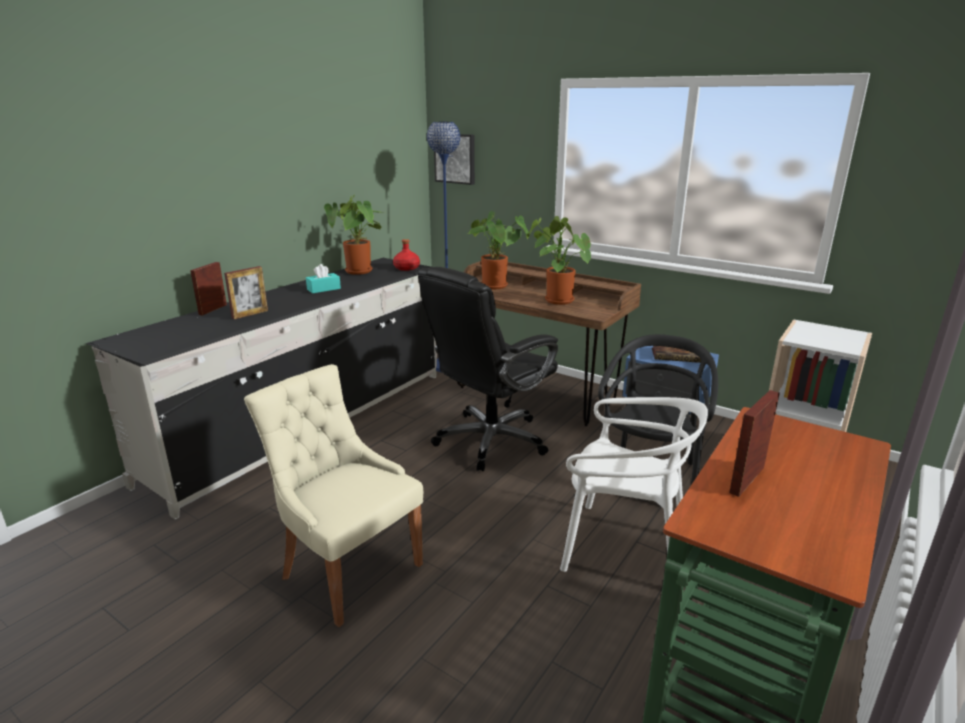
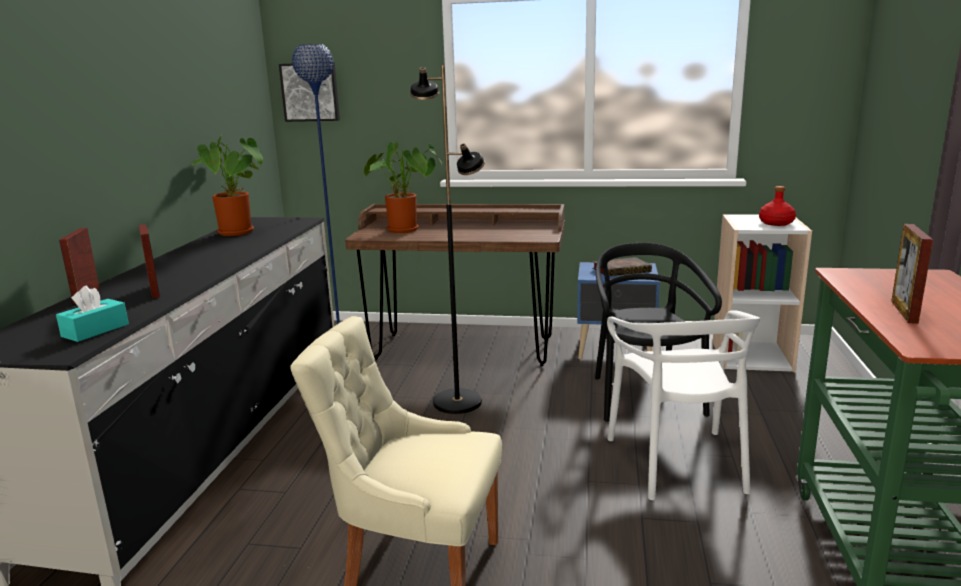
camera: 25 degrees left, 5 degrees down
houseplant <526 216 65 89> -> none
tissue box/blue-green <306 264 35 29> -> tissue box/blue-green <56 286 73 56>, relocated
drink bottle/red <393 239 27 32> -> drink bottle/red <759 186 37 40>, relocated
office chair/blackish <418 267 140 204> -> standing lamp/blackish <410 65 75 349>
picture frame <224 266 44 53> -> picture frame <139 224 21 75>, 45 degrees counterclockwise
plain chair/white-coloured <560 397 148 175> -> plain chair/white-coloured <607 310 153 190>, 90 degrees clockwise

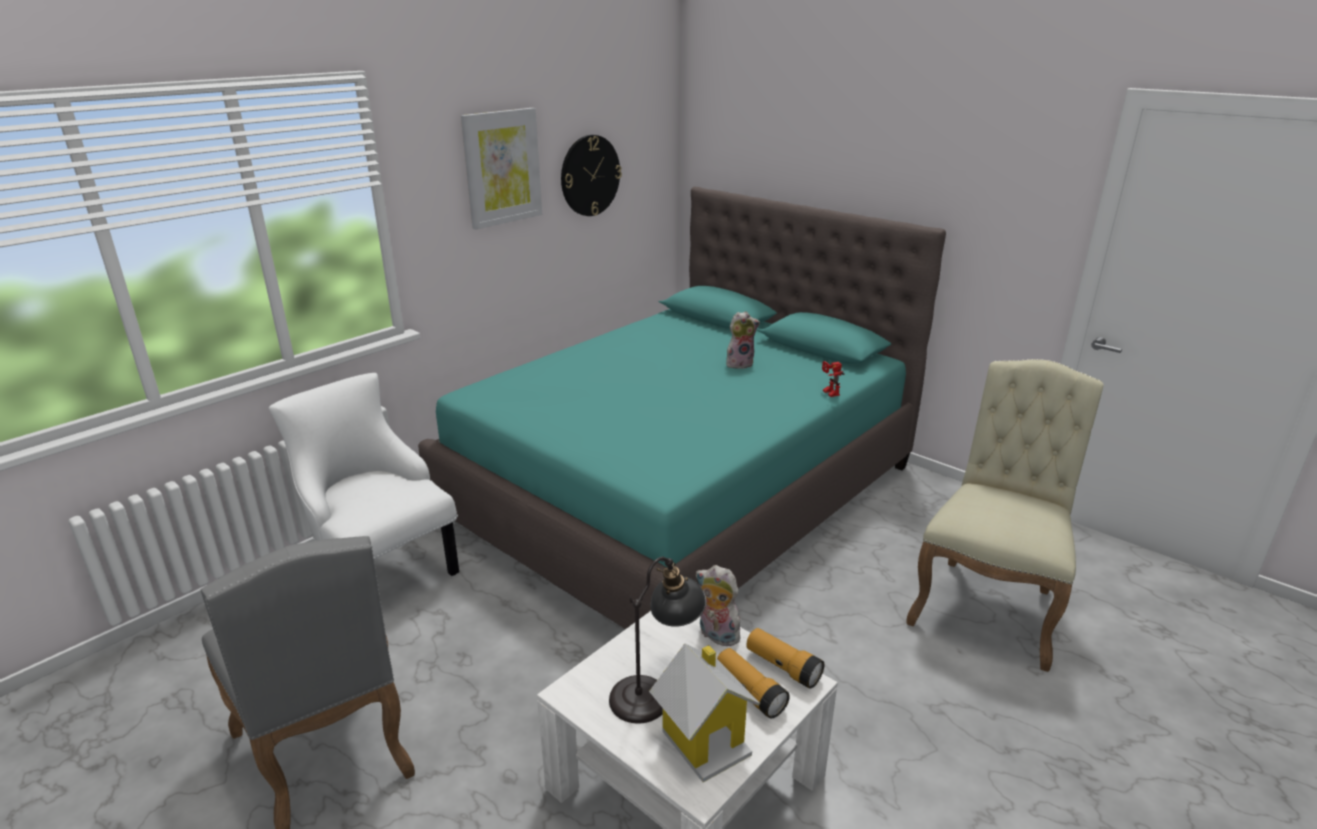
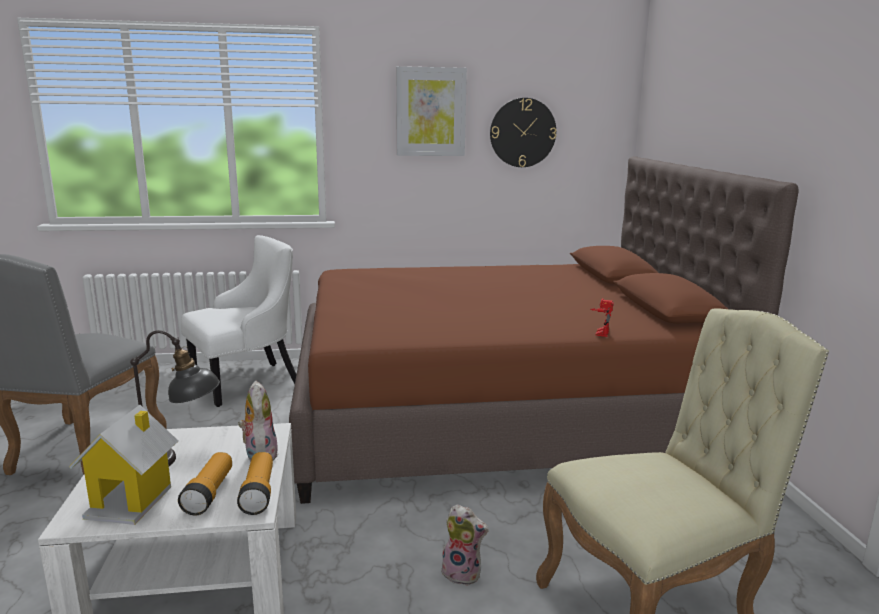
camera: 40 degrees right, 10 degrees down
cuddly toy <726 312 34 57> -> cuddly toy <440 504 49 82>, relocated
sleeping bed/blue-green <418 187 528 442> -> sleeping bed/brownish <289 156 509 348>
plain chair/white-coloured <269 373 190 203> -> plain chair/white-coloured <181 235 115 172>, 60 degrees clockwise

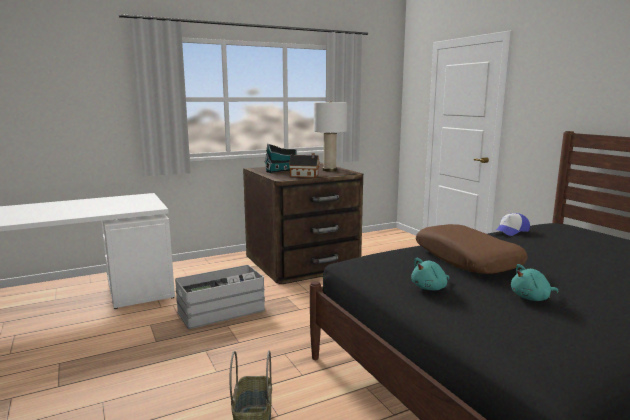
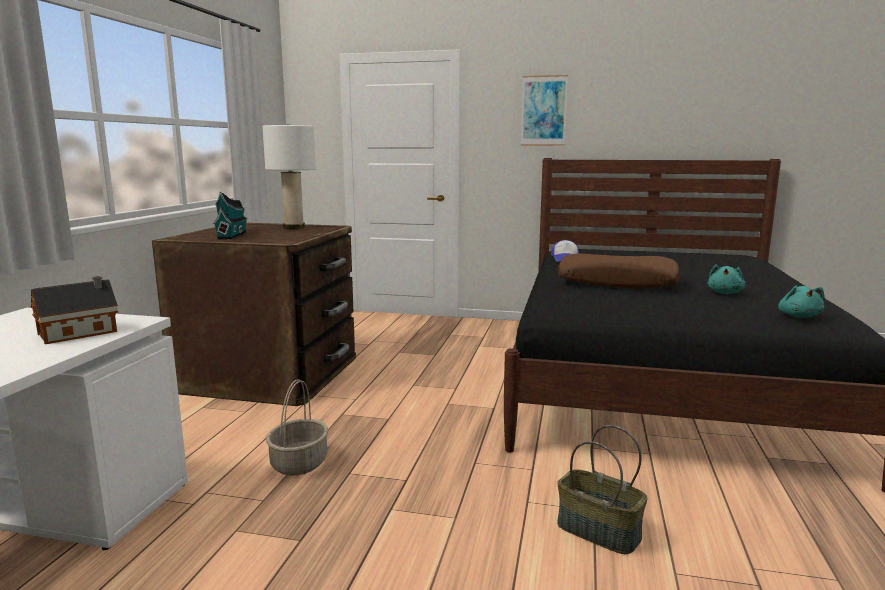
camera: 50 degrees left, 0 degrees up
none -> picture <521 75 47 71>
toy house <289 153 31 25> -> toy house <31 276 87 68>, relocated
cuddly toy/blue-green <411 258 38 32> -> cuddly toy/blue-green <778 286 47 32>, relocated
storage container/greyish <175 265 90 64> -> storage basket <266 379 62 97>

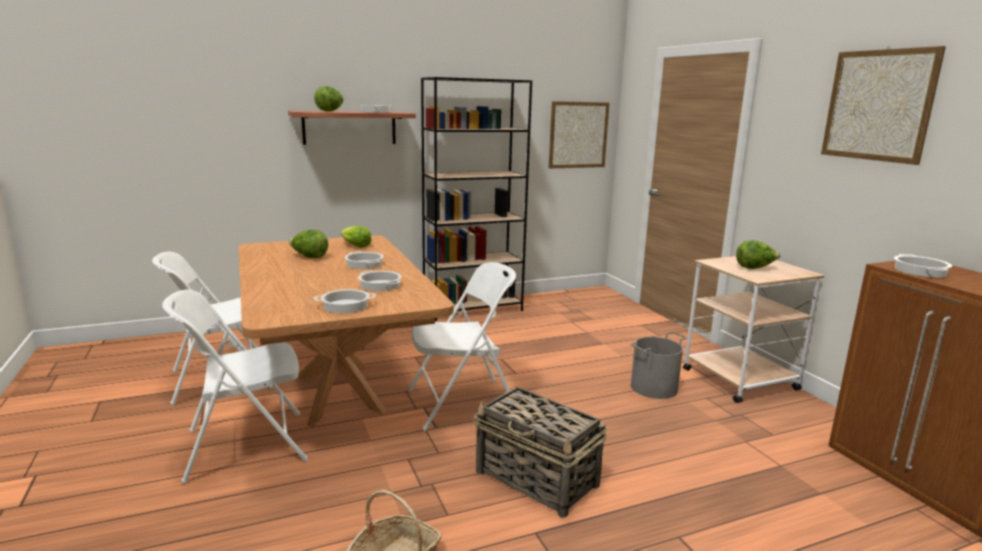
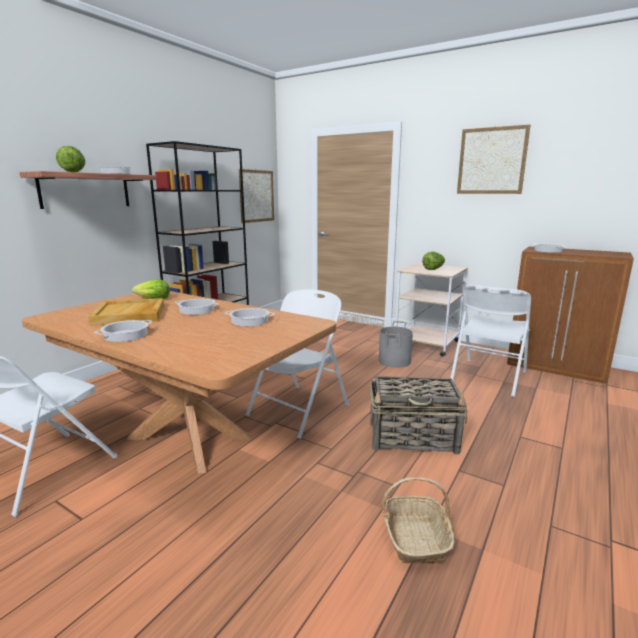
camera: 35 degrees left, 0 degrees up
plain chair/white-coloured <162 290 146 194> -> plain chair/white-coloured <450 285 81 112>, relocated
stockpot <313 289 63 24> -> stockpot <94 320 58 22>, relocated
head of lettuce <289 230 39 28> -> tray/beige <88 298 76 28>

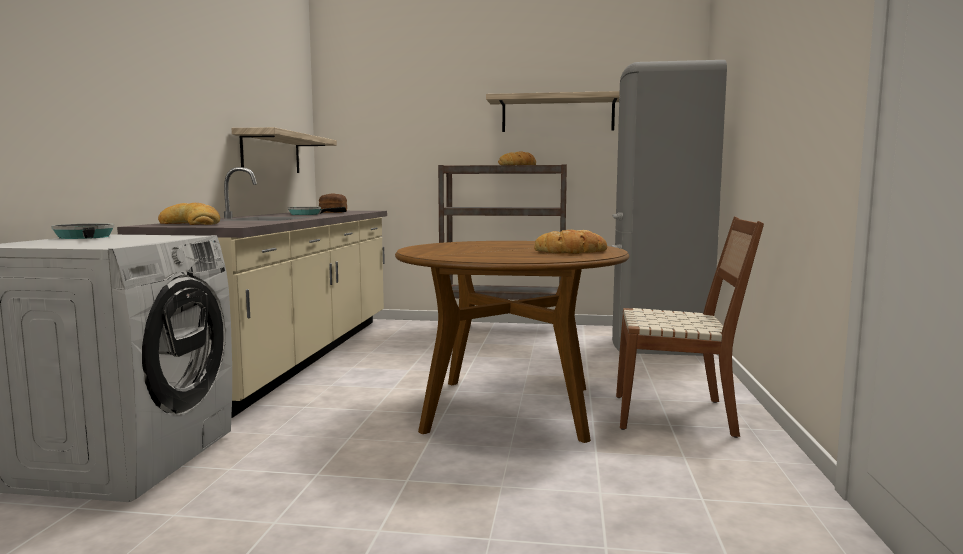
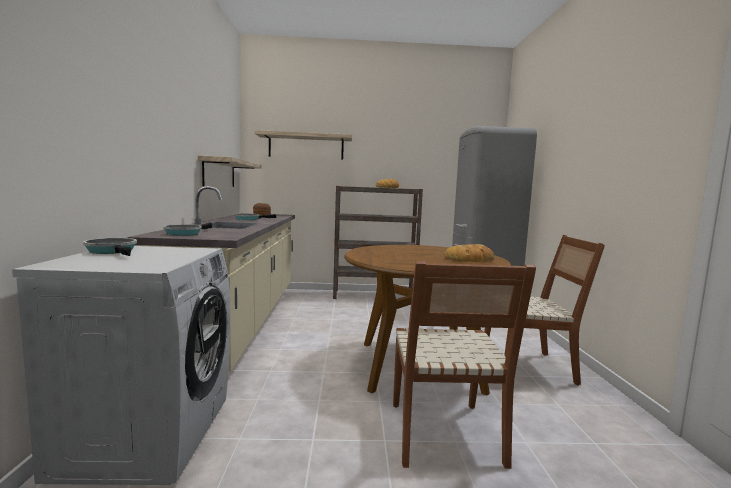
camera: 10 degrees left, 0 degrees up
none -> plain chair <393 261 143 208>
bracket shelf <486 91 134 41> -> bracket shelf <254 130 98 30>, relocated
bread <158 203 62 22> -> frying pan <163 223 49 13>

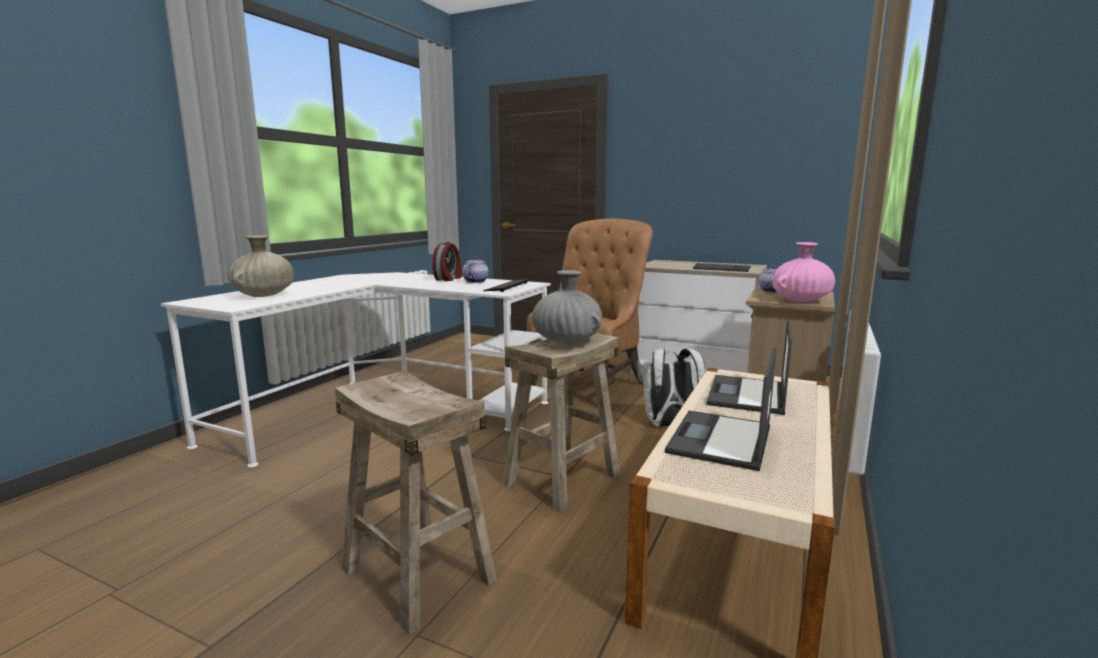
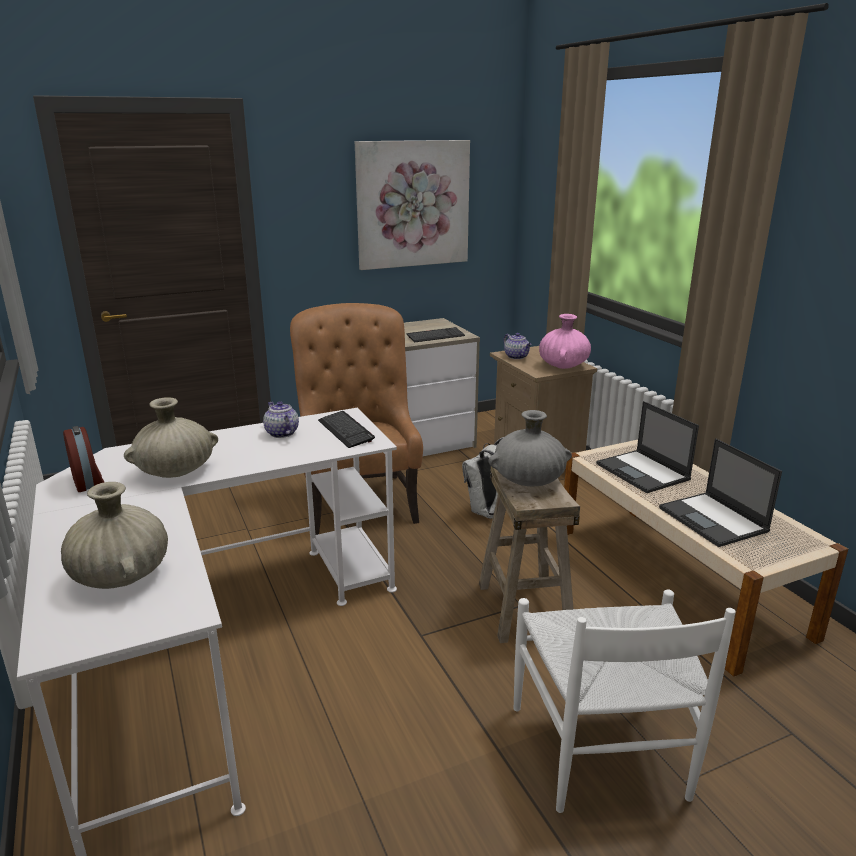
camera: 50 degrees left, 10 degrees up
none -> vase/beige <124 397 94 81>
none -> picture <355 140 115 130>
bedside clock <432 242 30 39> -> bedside clock <63 426 41 66>, relocated
stool/beige <335 371 162 264> -> plain chair/white-coloured <514 589 221 224>

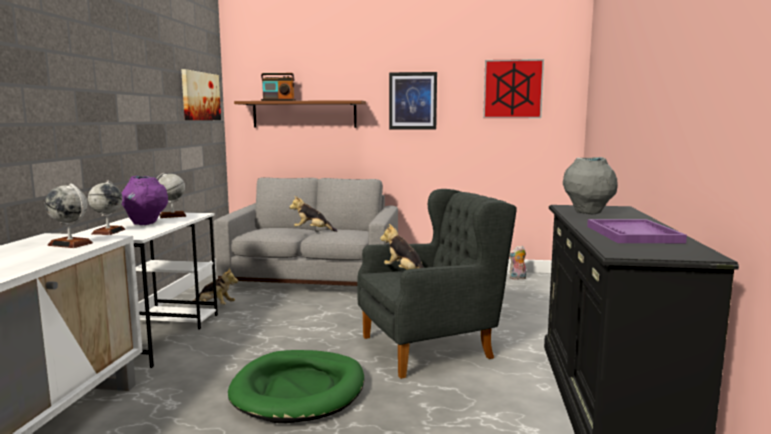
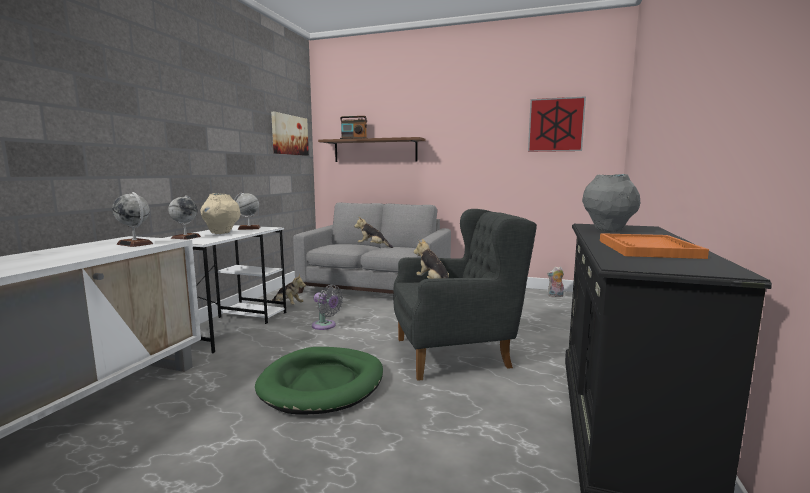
camera: 10 degrees right, 0 degrees up
picture <389 72 48 58> -> none
none -> cooling fan/greyish <312 284 31 46>
vase/purplish <122 176 46 49> -> vase/beige <200 193 40 41>
tray/purplish <587 219 100 24> -> tray/orangey <600 233 109 26>

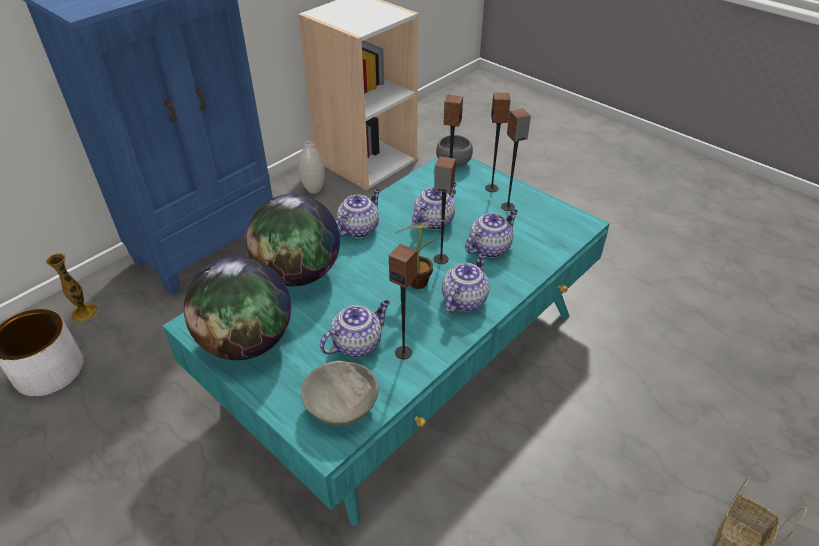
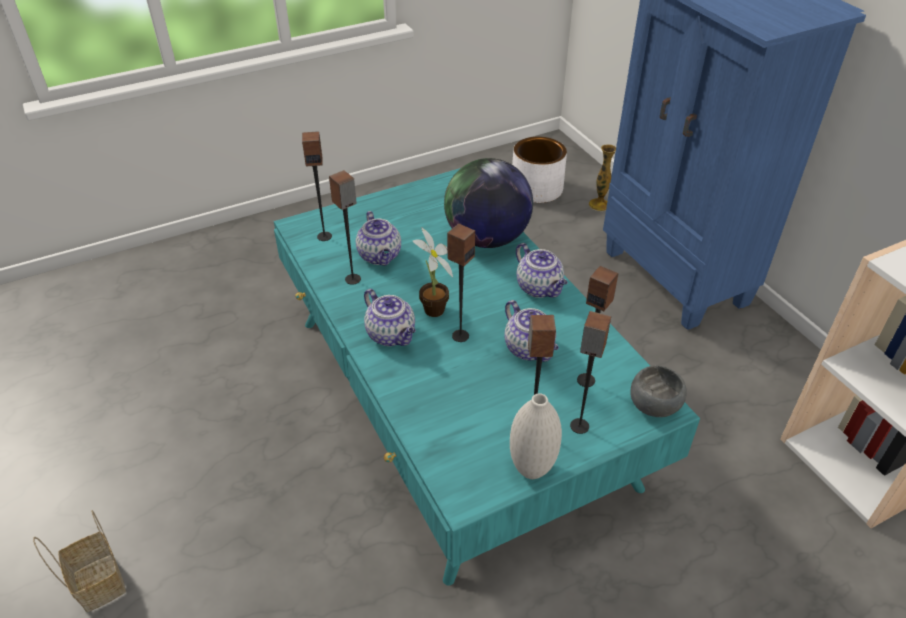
camera: 110 degrees right, 0 degrees up
world globe <184 256 107 104> -> none
teapot <465 209 53 49> -> none
vase/white-coloured <298 141 27 53> -> vase/white-coloured <510 393 52 86>, relocated
serving bowl/greyish <301 361 78 65> -> loudspeaker <302 131 30 110>

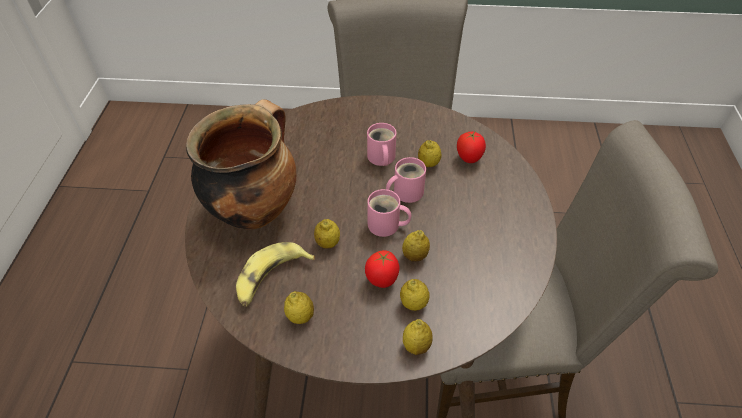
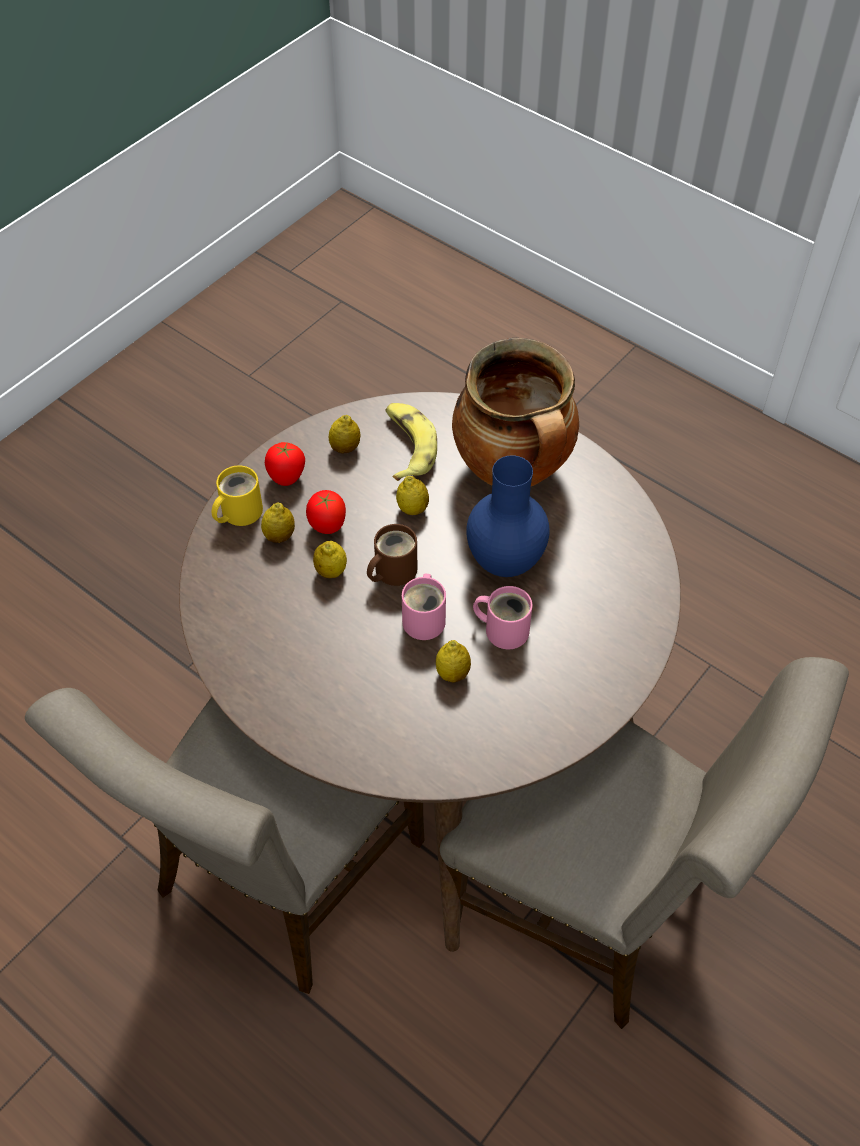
camera: 125 degrees right, 5 degrees up
none -> vase/blue-coloured <466 455 84 122>
fresh tomato <457 132 29 31> -> fresh tomato <265 442 40 44>, relocated
whole lemon <403 319 30 36> -> tea mug/yellow <212 465 51 61>
tea mug/pink <367 189 44 48> -> tea mug/brownish <367 524 50 62>

